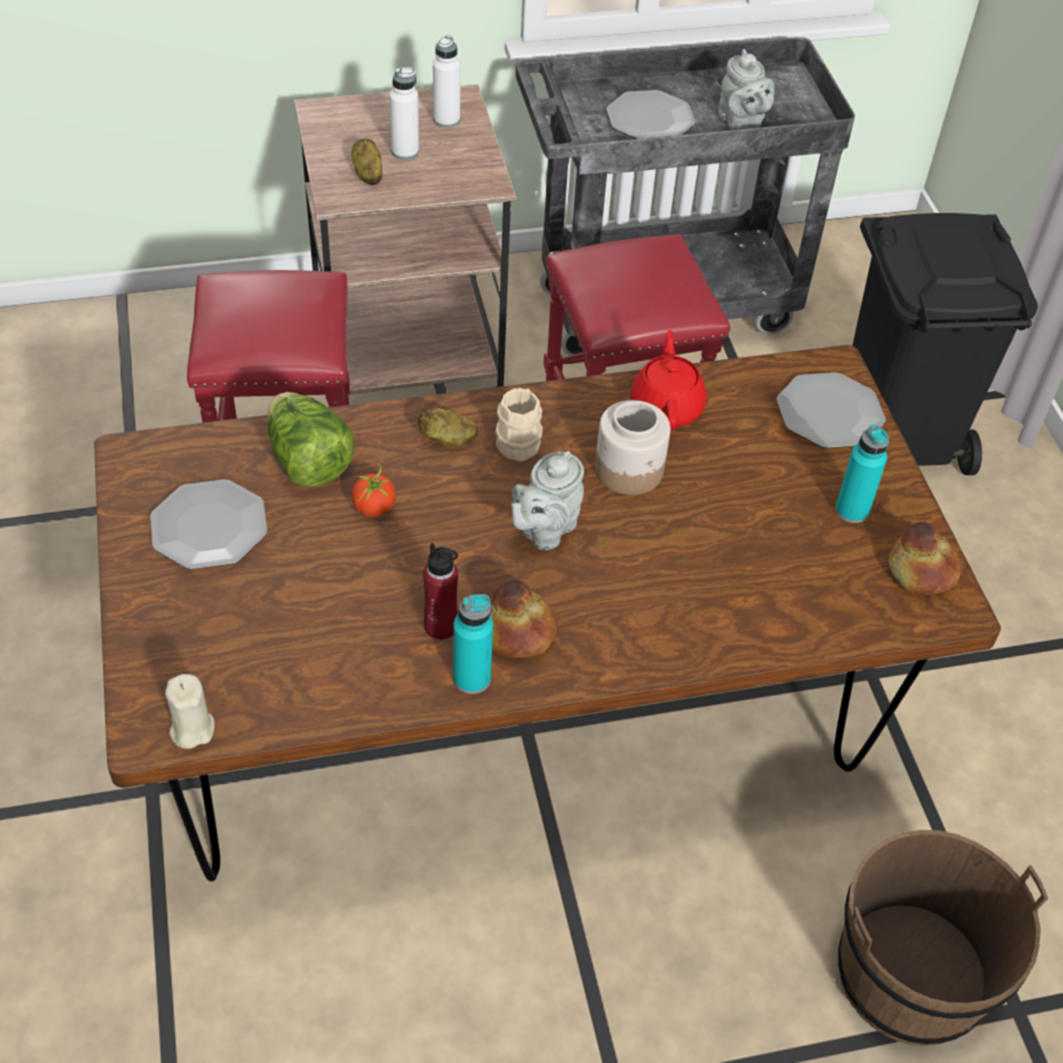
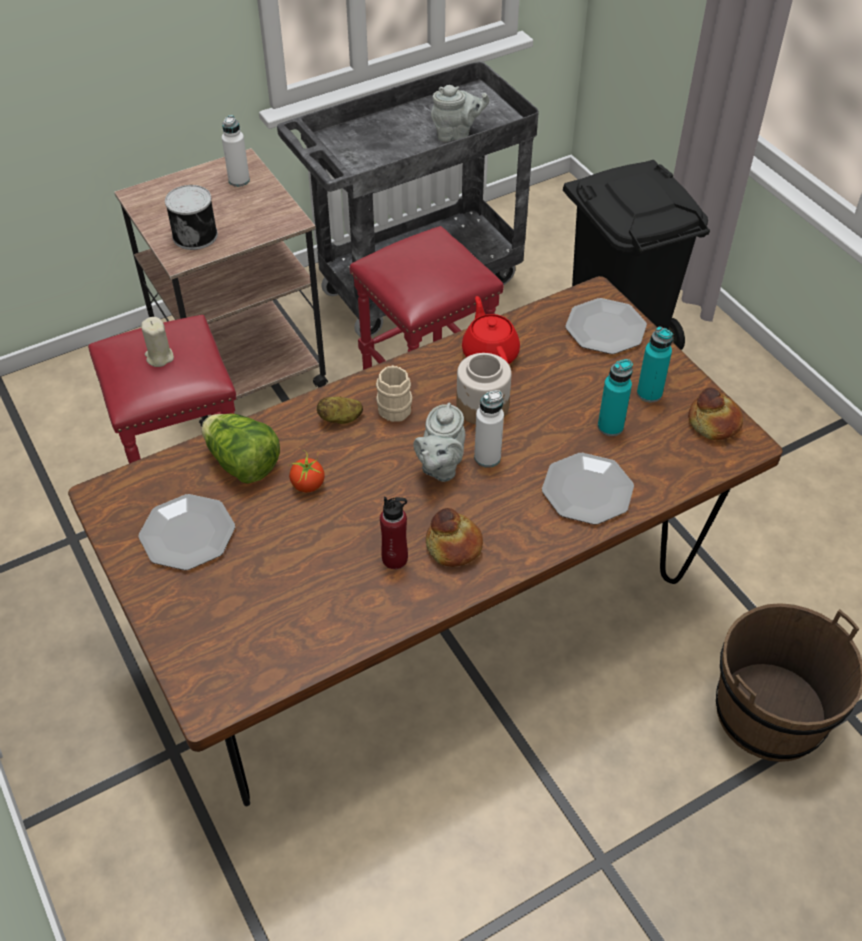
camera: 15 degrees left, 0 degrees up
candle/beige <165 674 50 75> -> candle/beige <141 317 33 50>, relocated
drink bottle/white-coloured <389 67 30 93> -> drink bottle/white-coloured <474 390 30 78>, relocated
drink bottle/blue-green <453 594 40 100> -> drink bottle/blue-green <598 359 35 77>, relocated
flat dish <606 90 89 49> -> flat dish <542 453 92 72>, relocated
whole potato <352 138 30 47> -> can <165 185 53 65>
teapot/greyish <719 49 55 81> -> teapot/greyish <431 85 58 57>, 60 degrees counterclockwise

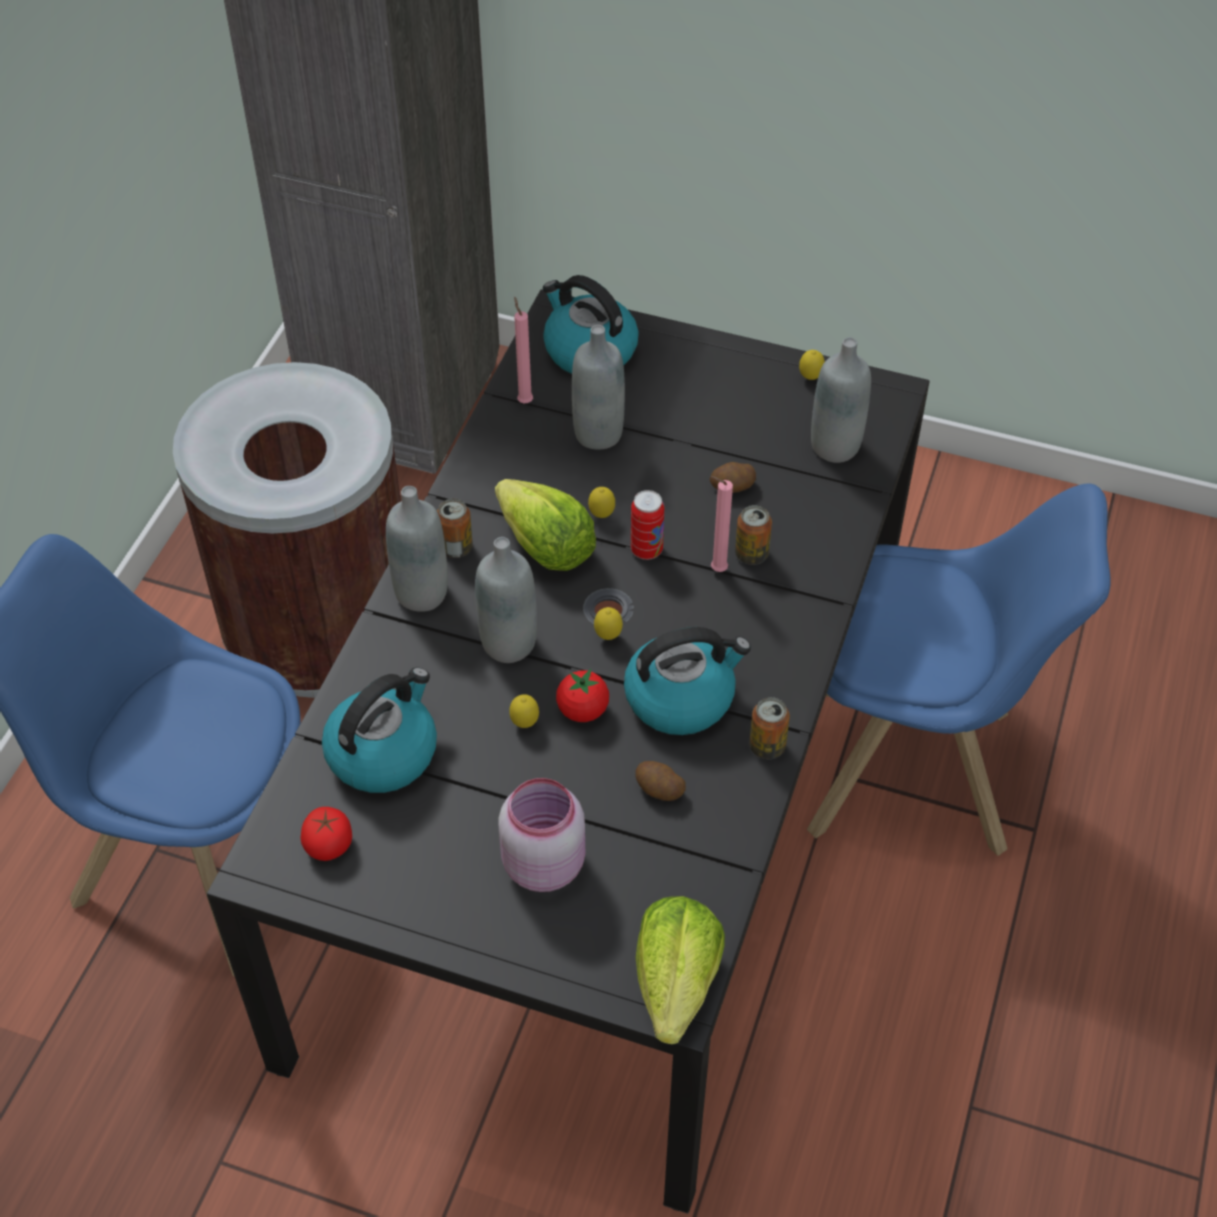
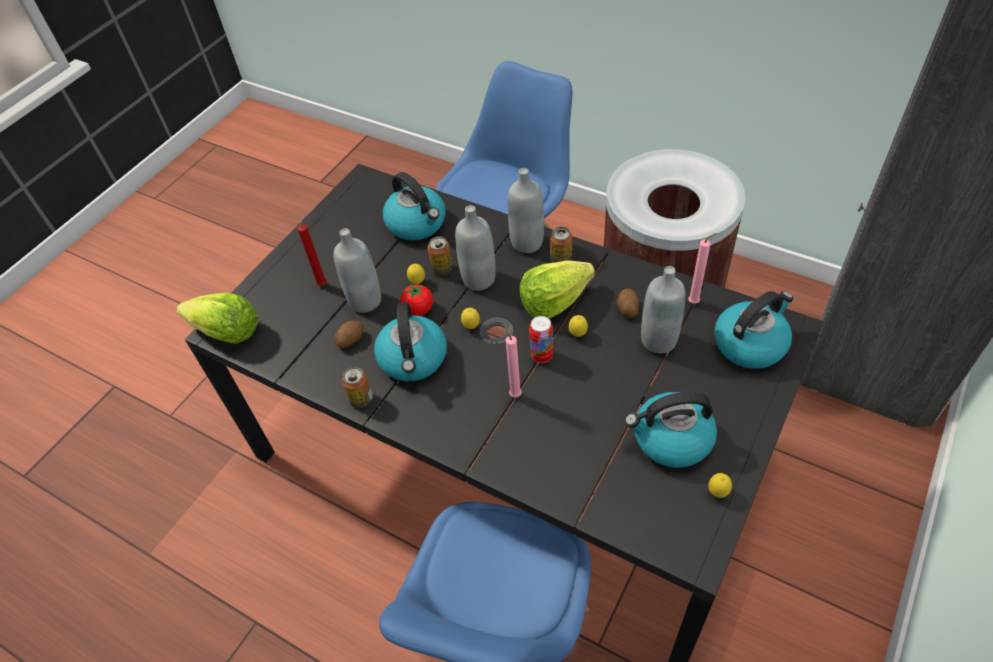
camera: 105 degrees right, 0 degrees up
fresh tomato <301 807 51 54> -> none
none -> tea kettle <625 392 92 76>
whole potato <710 462 46 31> -> whole potato <617 288 22 30>, relocated
can <735 505 37 60> -> can <428 236 25 39>, relocated
drink bottle/greyish <811 337 60 126> -> drink bottle/greyish <333 228 48 85>, relocated
storage jar/pink <498 778 87 114> -> candle/red <297 214 30 72>

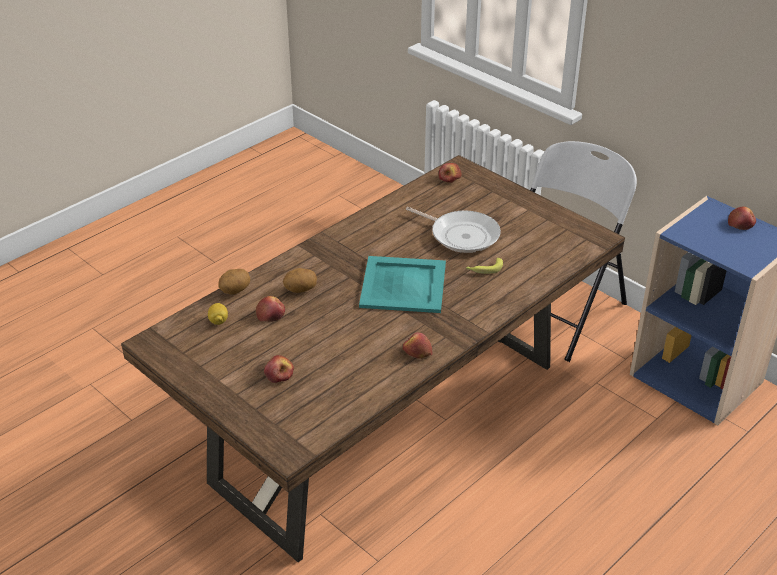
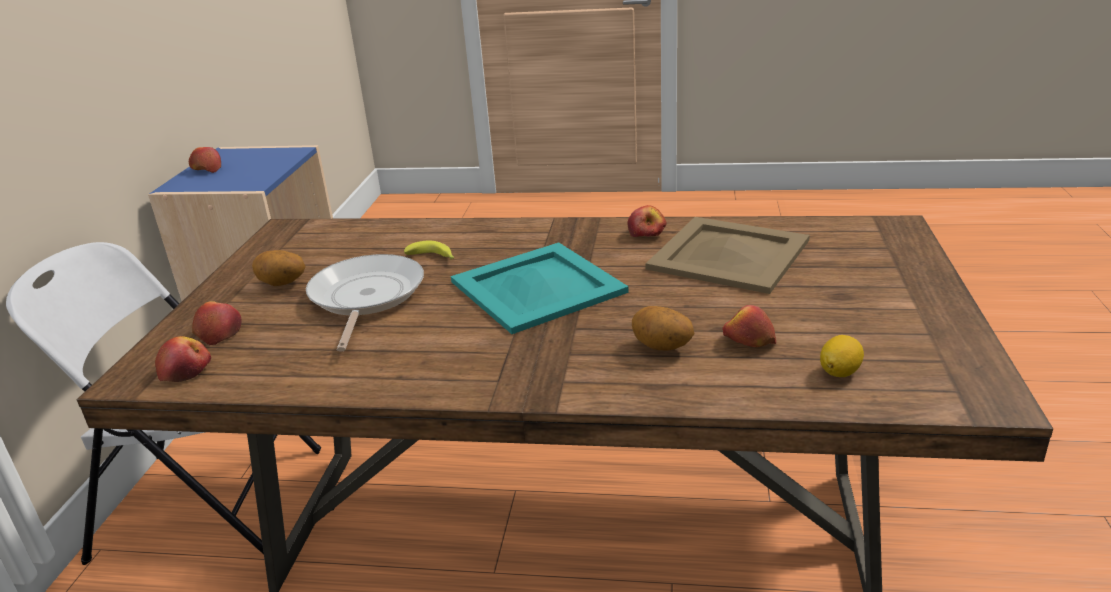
camera: 125 degrees left, 10 degrees down
none -> tray/beige <646 217 164 77>
whole potato <218 269 32 26> -> whole potato <252 250 54 36>, relocated
apple <264 355 30 28> -> apple <192 301 50 44>, relocated

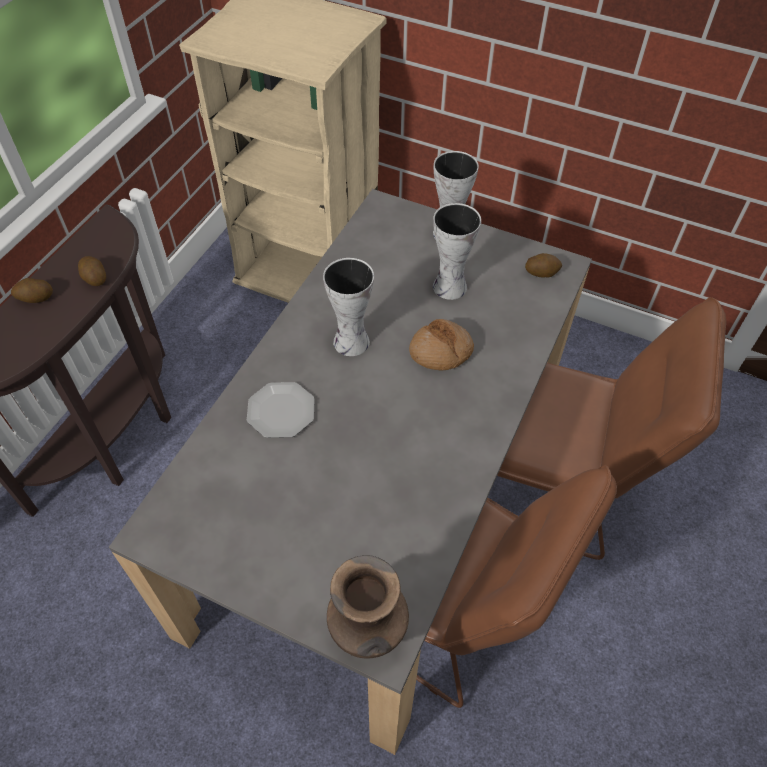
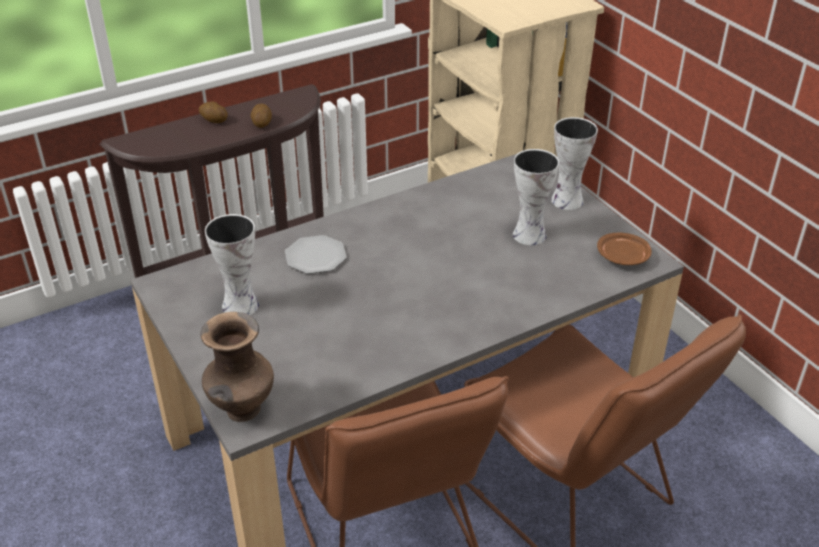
camera: 35 degrees right, 15 degrees down
bread <409 319 65 51> -> none
vase <323 258 51 98> -> vase <205 214 54 101>, relocated
whole potato <525 253 37 24> -> flat dish/brownish <597 233 55 32>

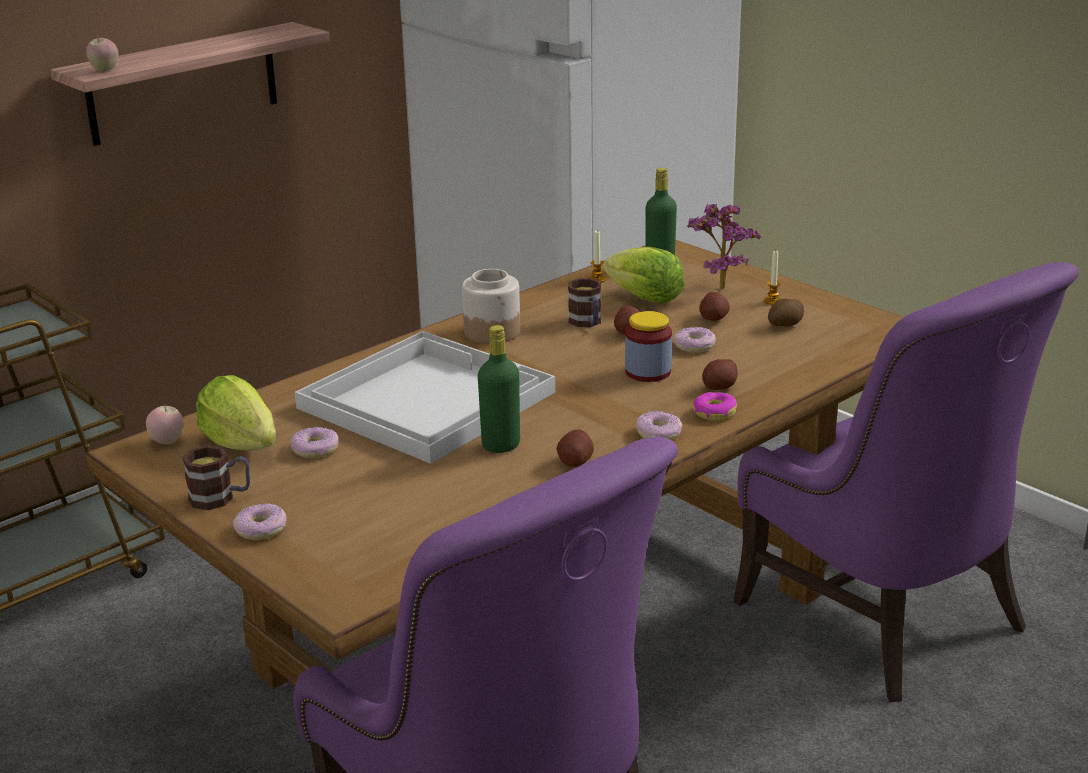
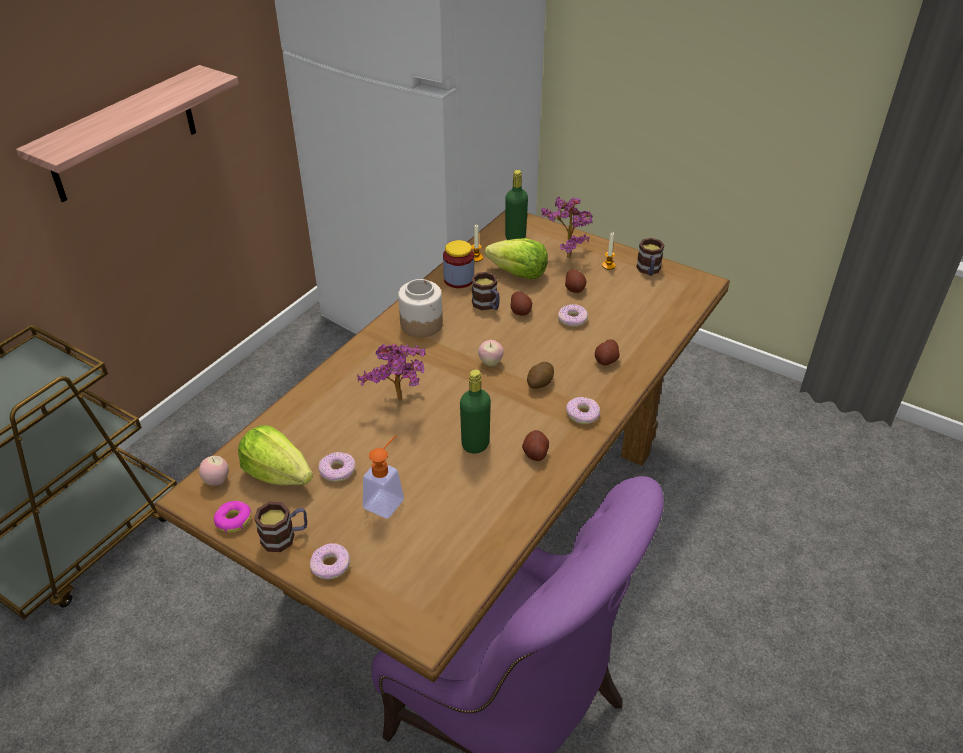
camera: 15 degrees left, 15 degrees up
plain chair/purplish <733 262 346 441> -> none
none -> liquid soap bottle <363 436 41 83>
none -> tea mug <636 238 29 38>
apple <86 37 32 34> -> apple <478 340 26 26>, relocated
storage jar <625 311 47 71> -> storage jar <443 240 31 48>, relocated
ring doughnut <693 392 44 29> -> ring doughnut <214 501 37 32>, relocated
whole potato <768 298 36 29> -> whole potato <527 362 27 27>, relocated
tray/white-coloured <295 331 260 133> -> houseplant <358 344 68 57>

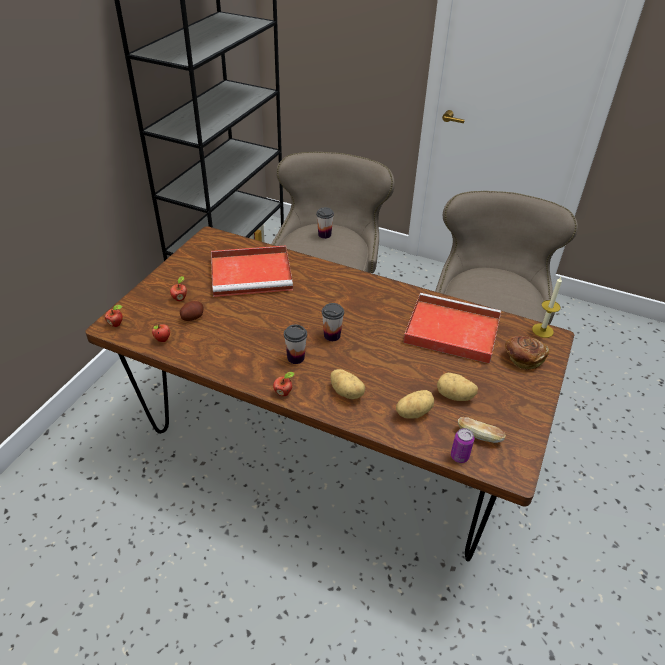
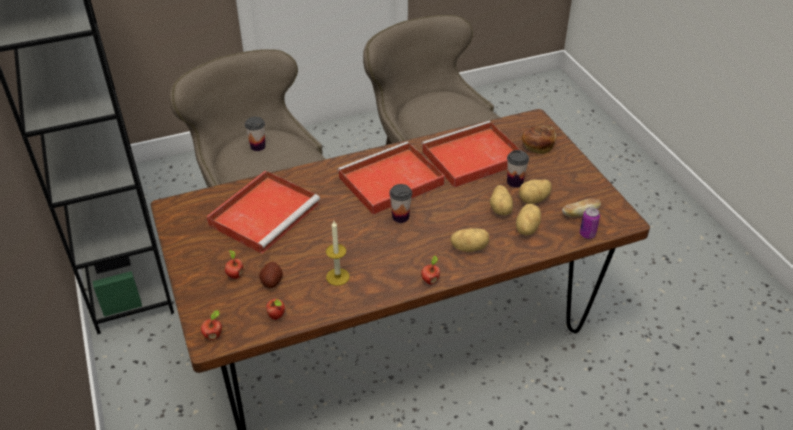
camera: 45 degrees left, 0 degrees up
none -> tray/red <338 141 107 74>
none -> whole potato <490 185 23 30>
small cup <284 325 23 39> -> small cup <507 150 22 38>, relocated
candle <532 277 30 61> -> candle <326 221 24 65>, relocated

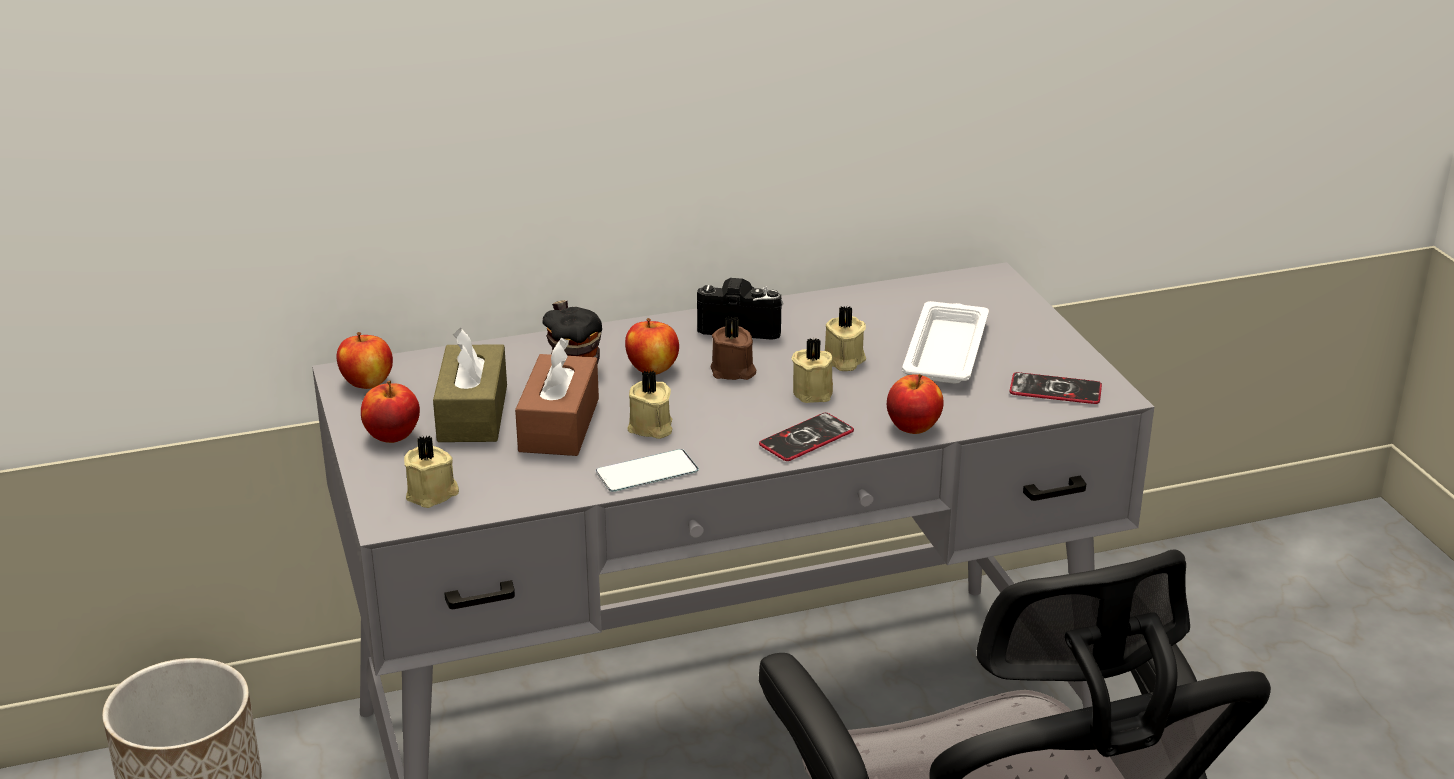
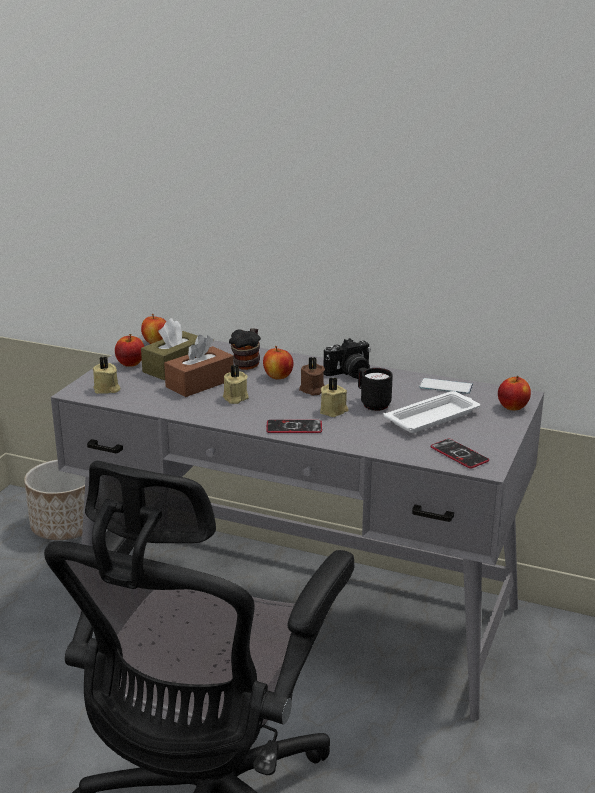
camera: 40 degrees right, 5 degrees down
phone <596 449 103 43> -> phone <419 378 54 16>, relocated
apple <887 374 57 60> -> apple <498 376 33 34>, relocated
candle/beige <825 306 41 65> -> tea mug/blackish <358 367 35 44>
photo camera <697 278 86 62> -> photo camera <323 338 48 41>, 105 degrees clockwise

